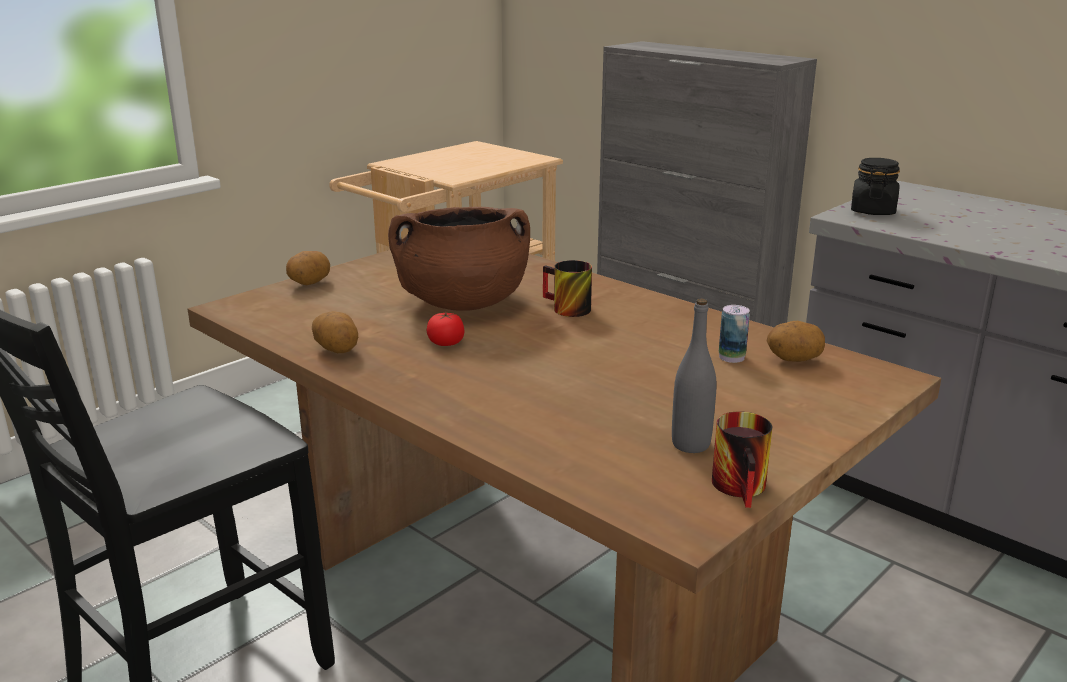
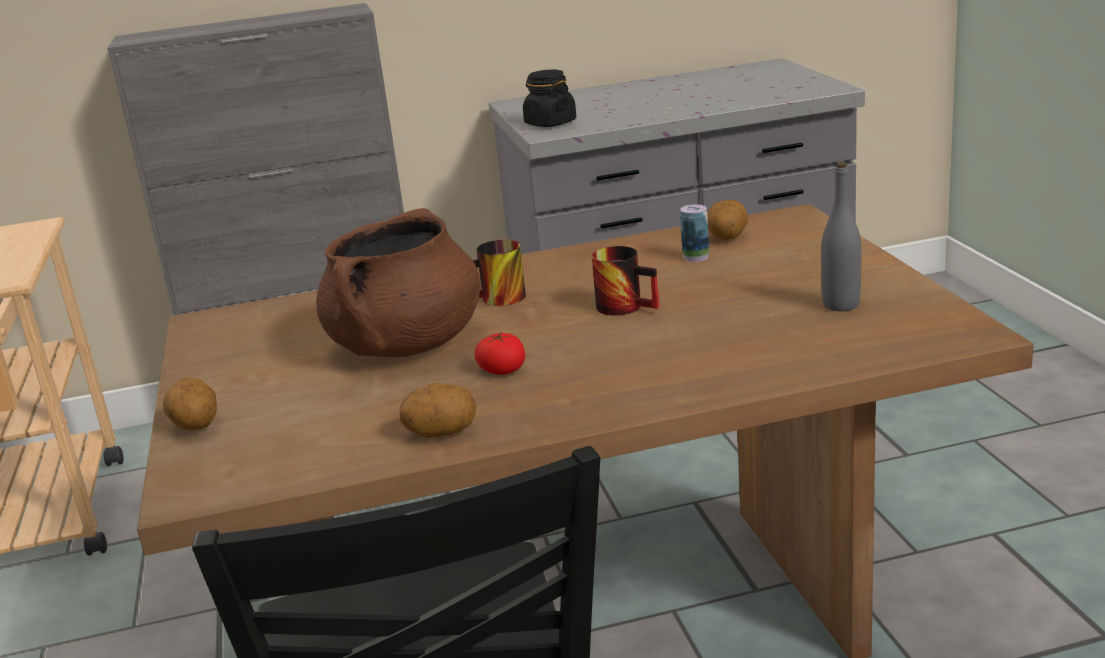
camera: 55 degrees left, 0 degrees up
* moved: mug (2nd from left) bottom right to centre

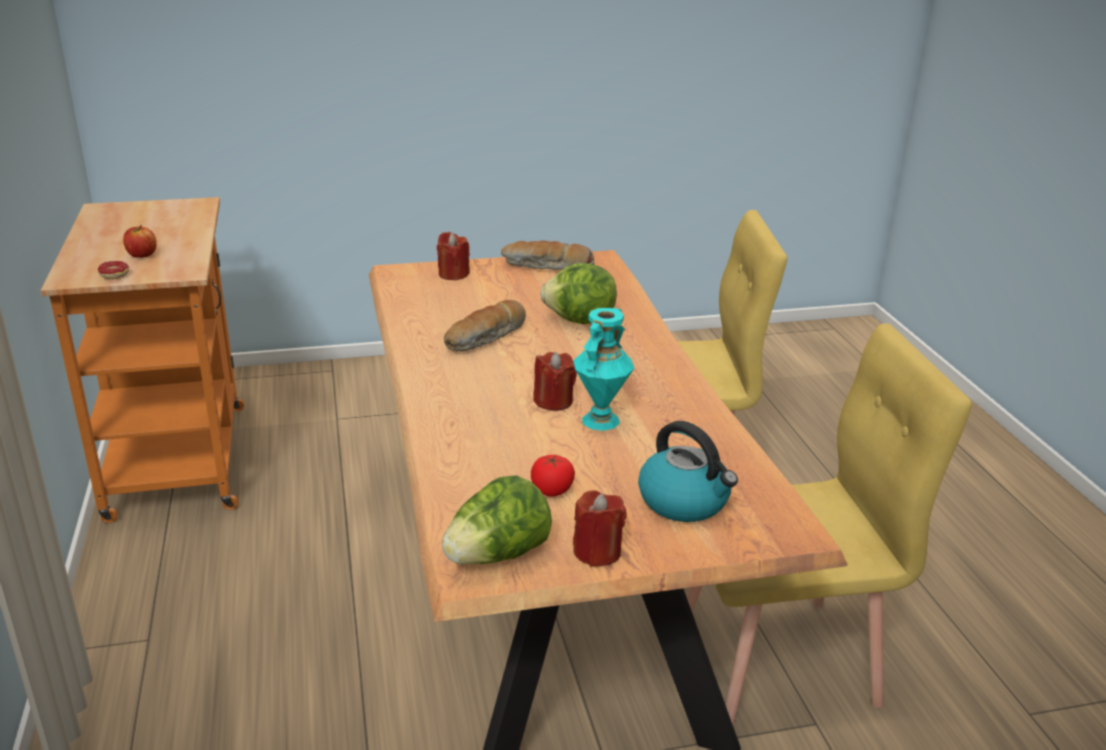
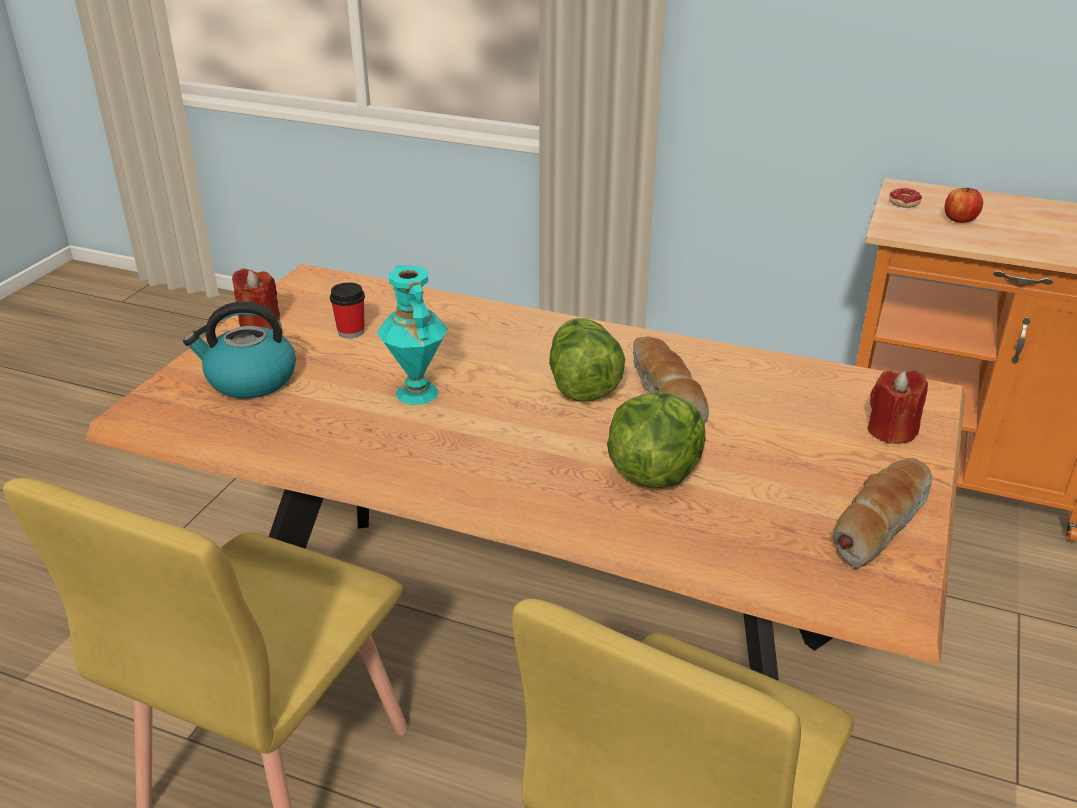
camera: 125 degrees right, 5 degrees up
* removed: bougie/rouge (2nd from left) centre
* replaced: tomate centre to tasse middle left
* moved: laitue (1st from left) bottom centre to centre

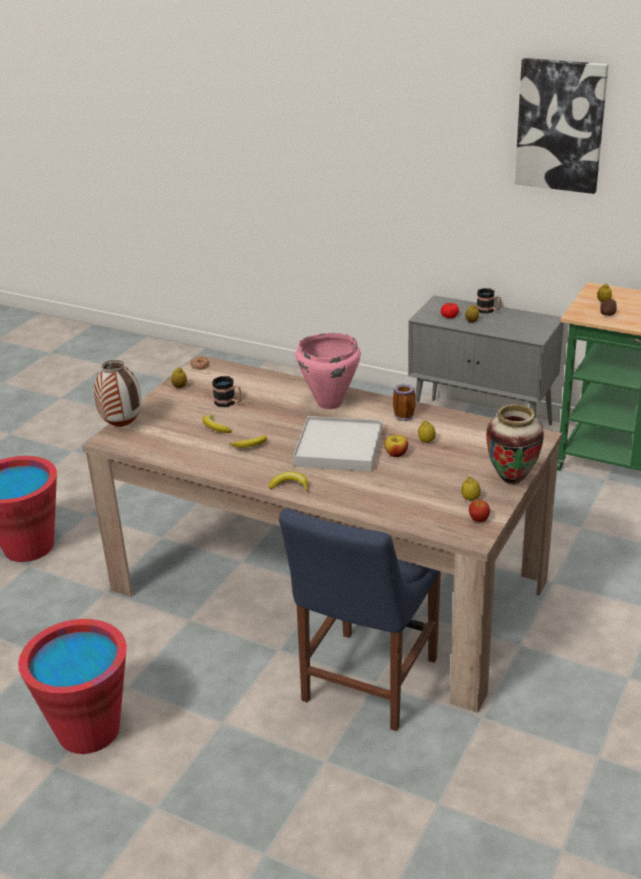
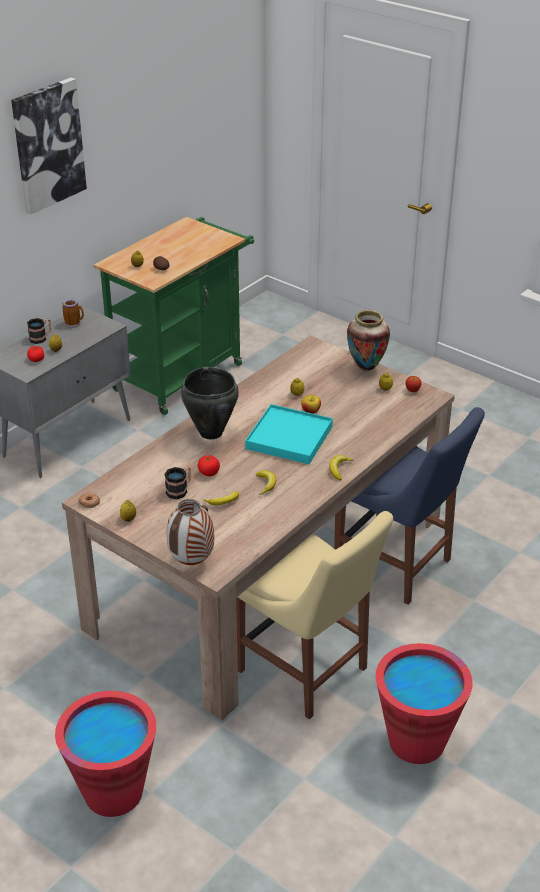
camera: 80 degrees left, 5 degrees up
* recoloured: marmite/rose centre to marmite/noir centre
* moved: mug (2nd from left) centre to middle left
* recoloured: plateau/blanc centre to plateau/turquoise centre
* added: tomate (2nd from left) centre
* added: chaise/beige bottom centre

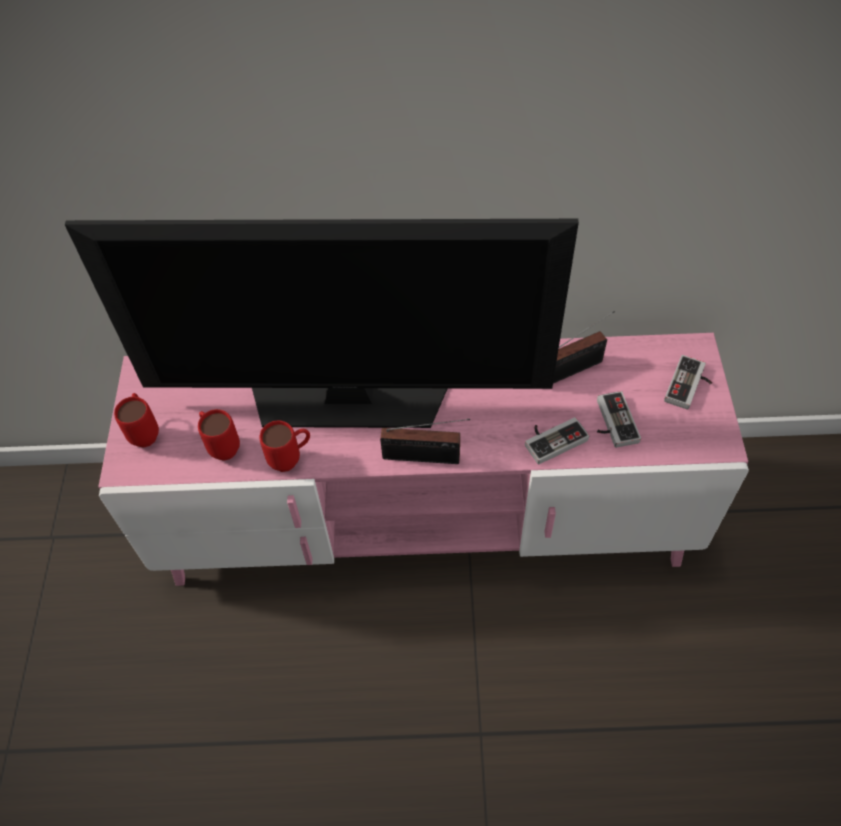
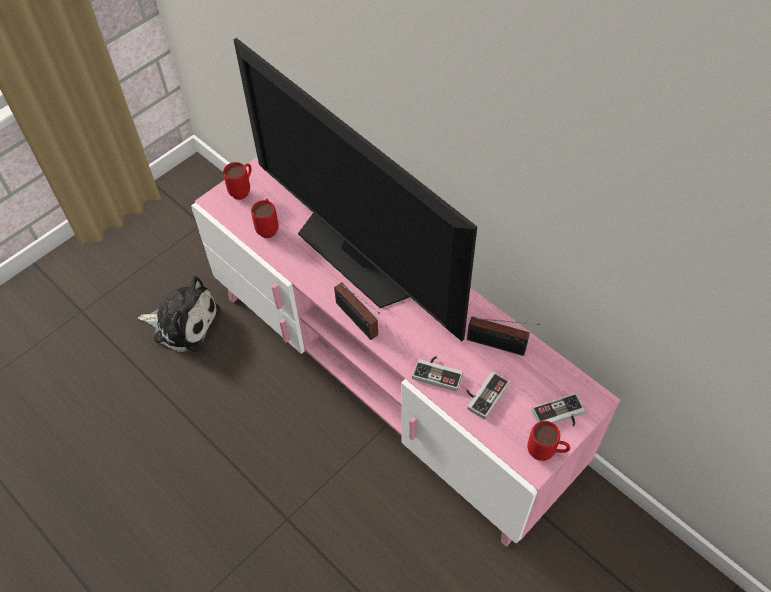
camera: 45 degrees right, 0 degrees up
* moved: mug/rouge (3rd from left) centre to bottom right
* added: peluche middle left

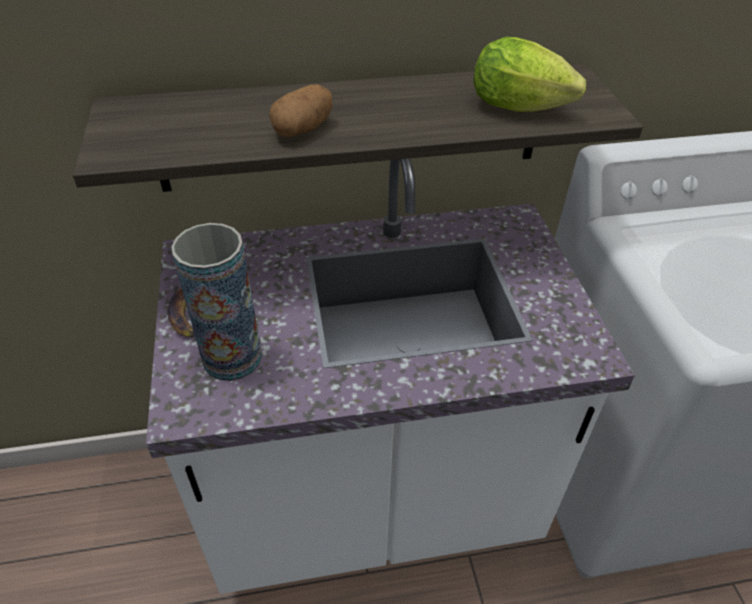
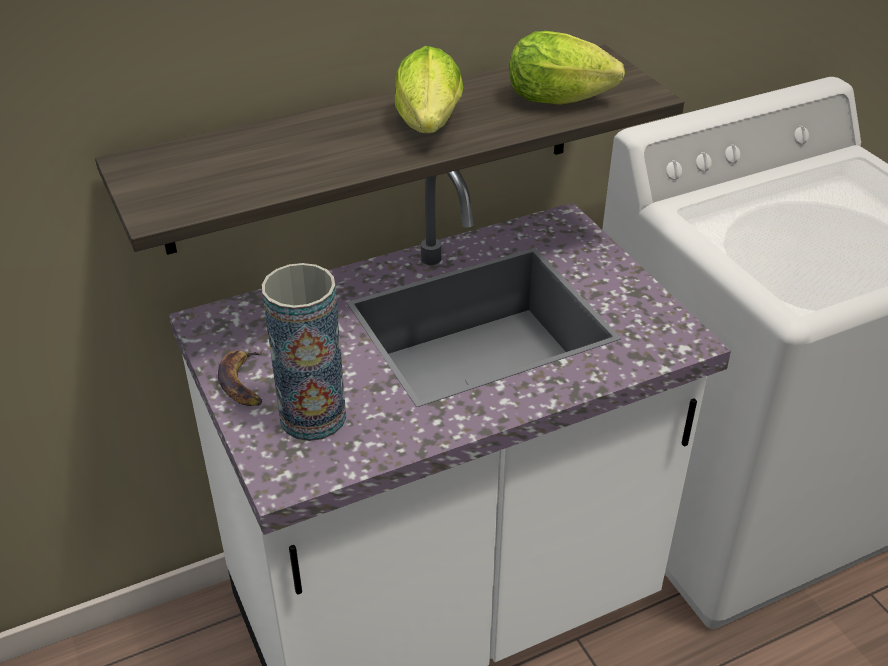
camera: 15 degrees left, 5 degrees down
* removed: pomme de terre top centre
* added: laitue (1st from left) top centre

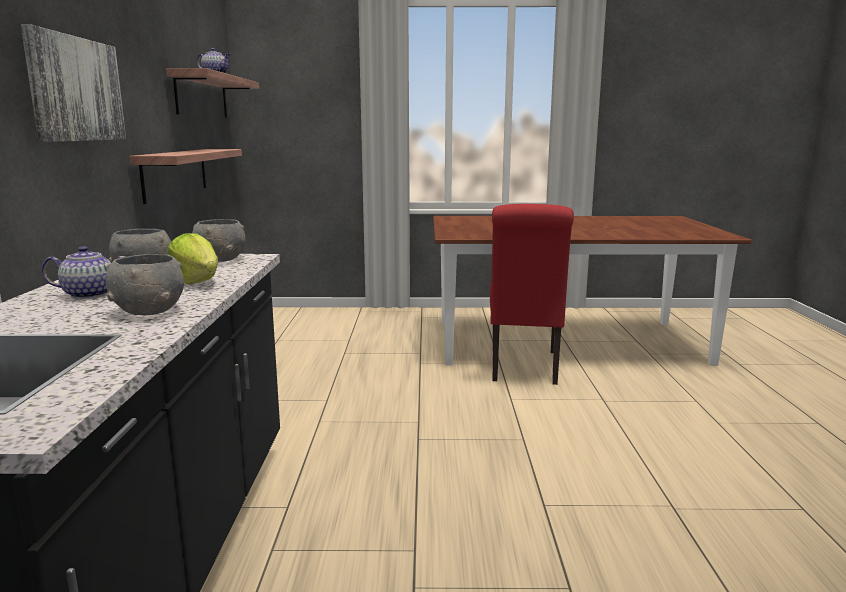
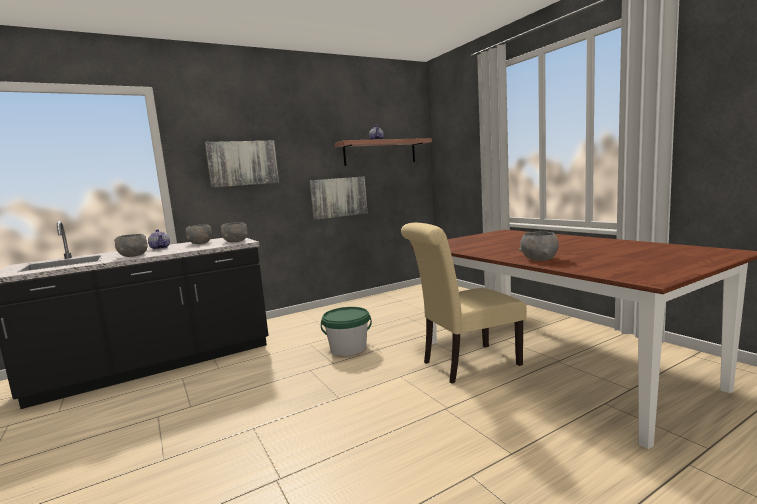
camera: 60 degrees right, 5 degrees down
* replaced: étagère (1st from left) top left to tableau (2nd from left) centre
* recoloured: chaise/rouge centre to chaise/beige centre
* removed: laitue middle left
* added: bol/gris (4th from left) middle right
* added: seau/vert centre

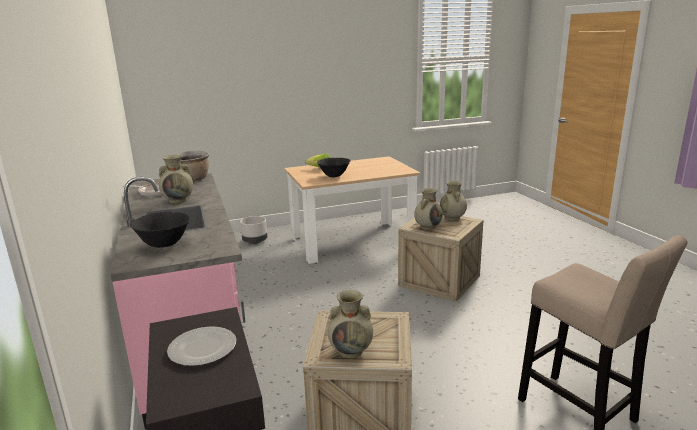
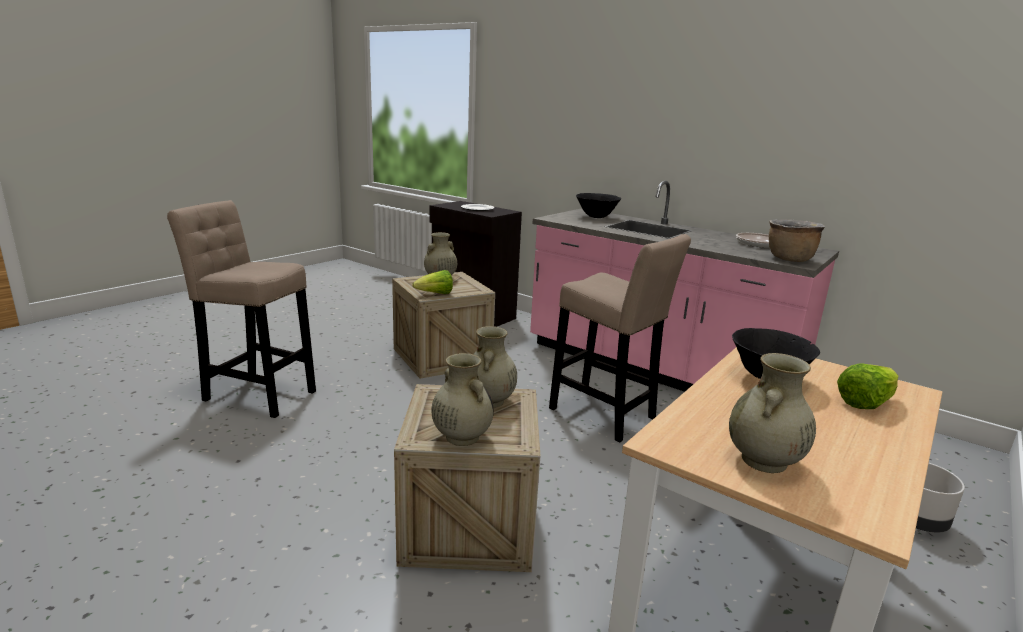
camera: 145 degrees right, 0 degrees up
* moved: vase/beige (1st from left in the first image) middle left to vase/beige (4th from left) middle right
* added: tabouret/beige (2nd from left) centre
* added: laitue (1st from left) centre

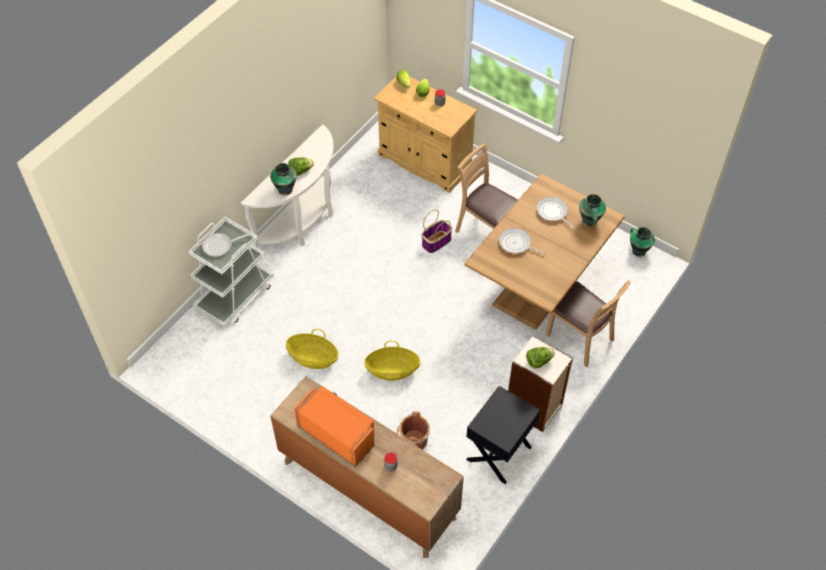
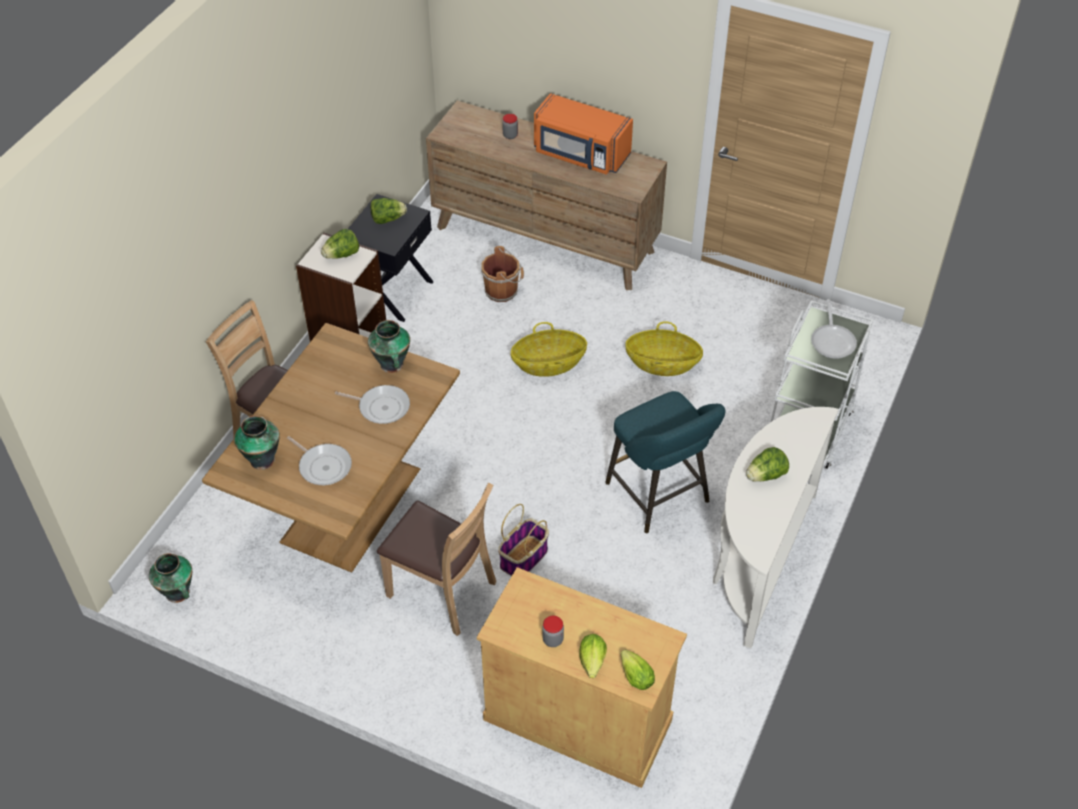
camera: 170 degrees right, 5 degrees down
* moved: vase (1st from left in the first image) top centre to vase (3rd from left) centre
* turned: poêle (1st from left in the first image) middle left = middle right 120 degrees clockwise
* added: laitue (2nd from left) top centre
* added: tabouret/turquoise centre

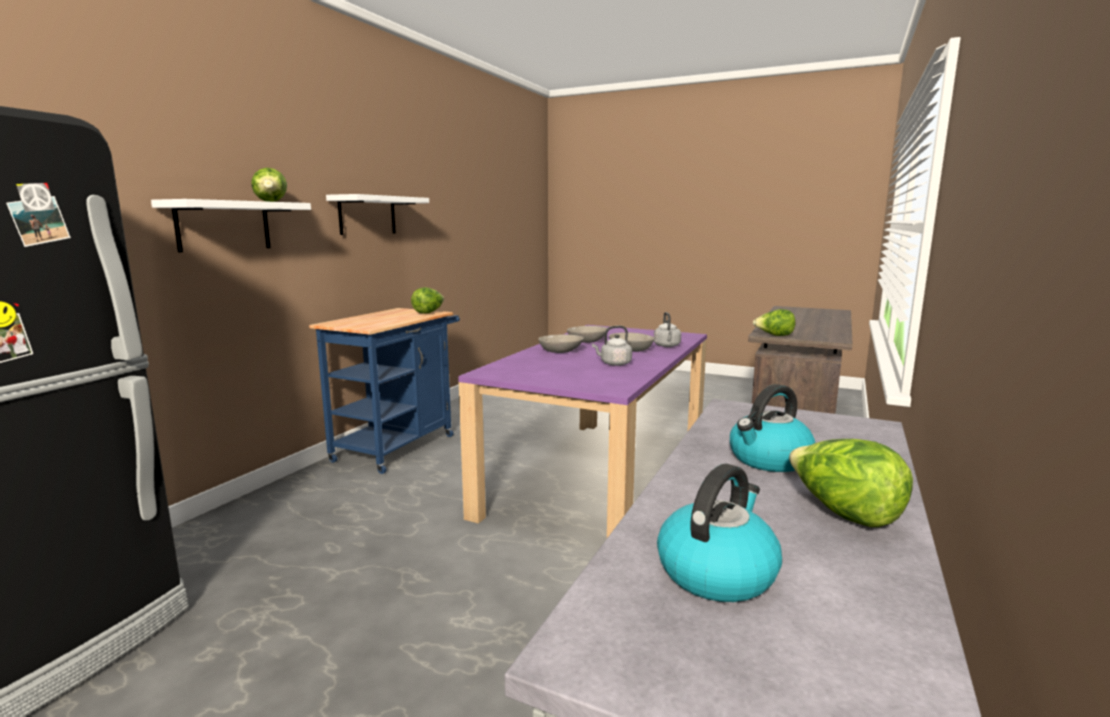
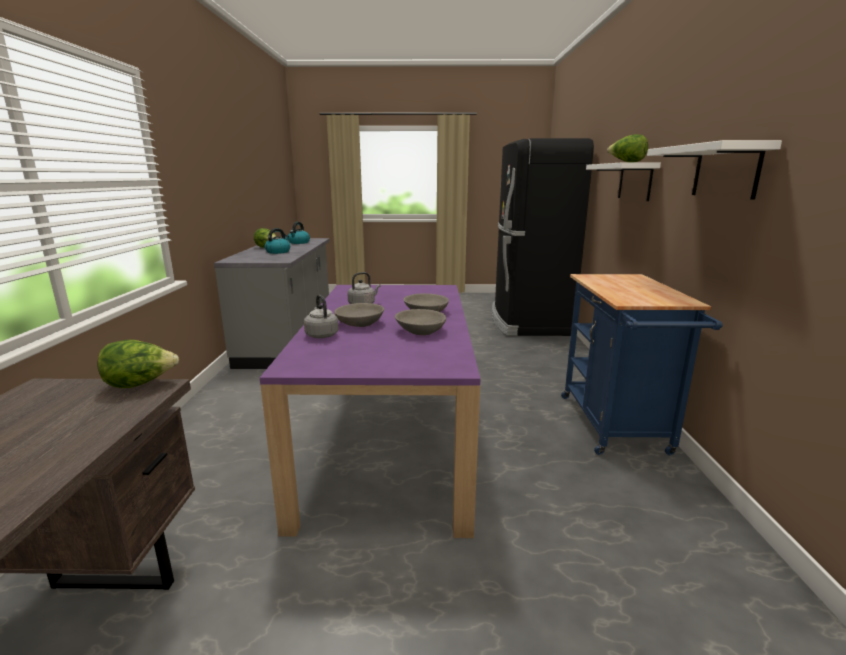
camera: 155 degrees right, 5 degrees up
* removed: laitue (2nd from left) centre

